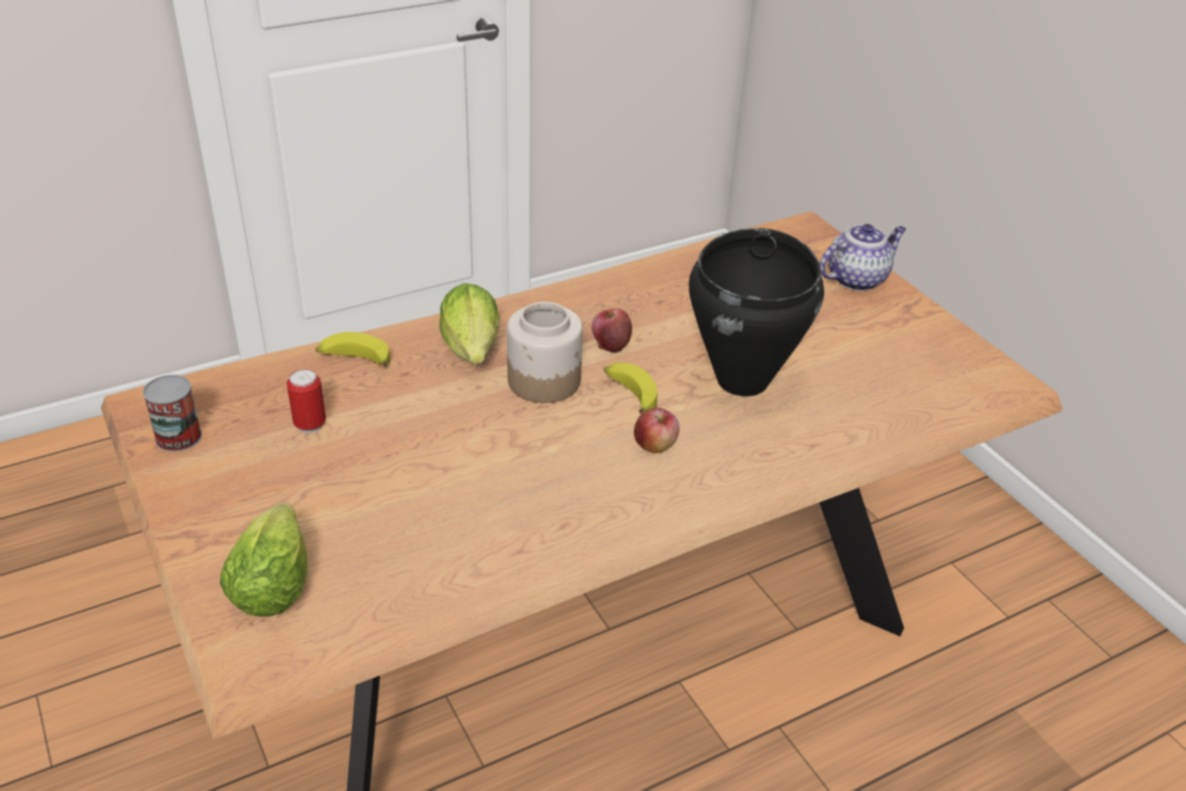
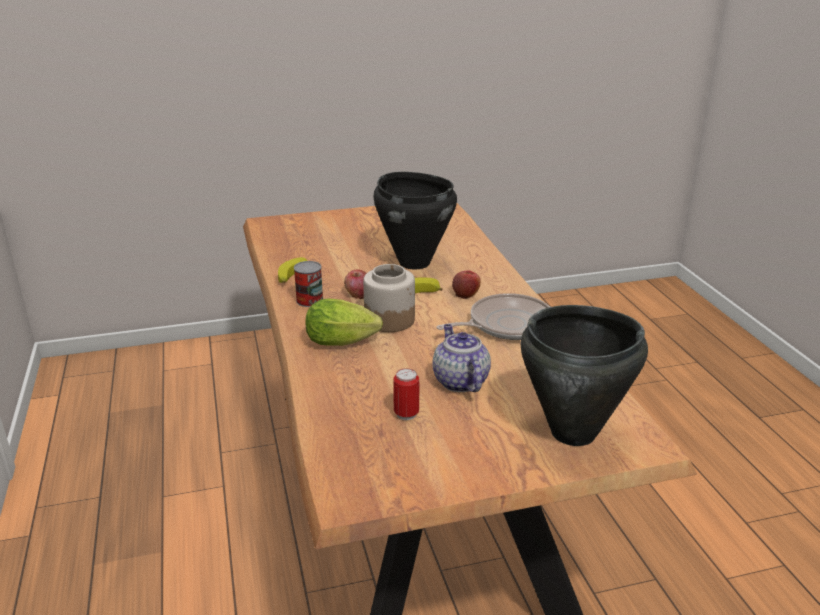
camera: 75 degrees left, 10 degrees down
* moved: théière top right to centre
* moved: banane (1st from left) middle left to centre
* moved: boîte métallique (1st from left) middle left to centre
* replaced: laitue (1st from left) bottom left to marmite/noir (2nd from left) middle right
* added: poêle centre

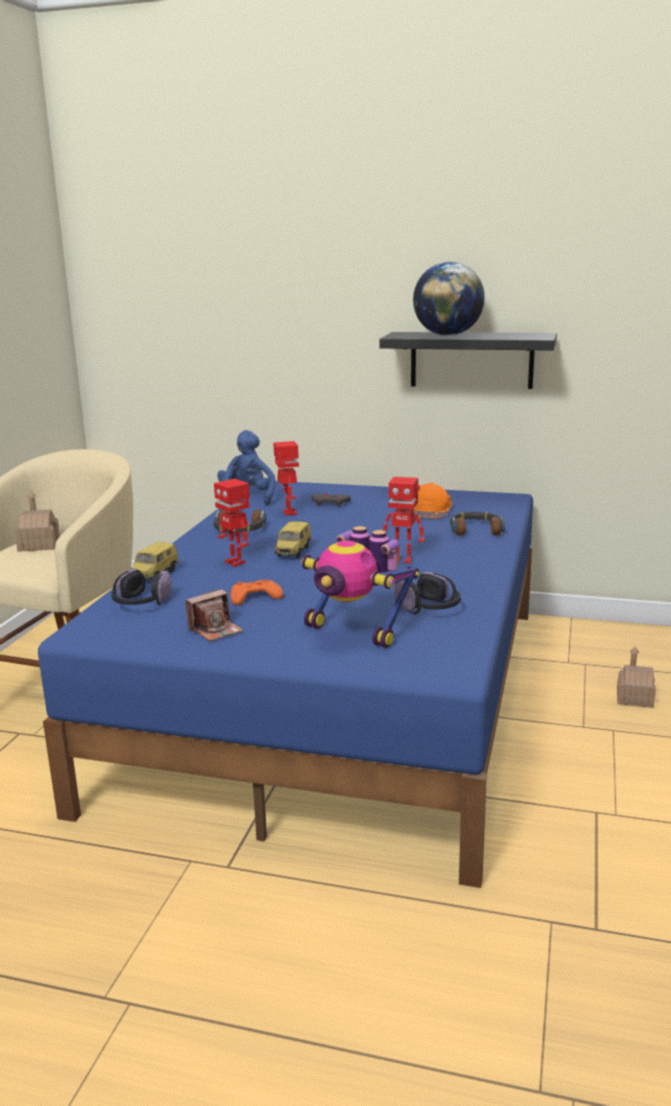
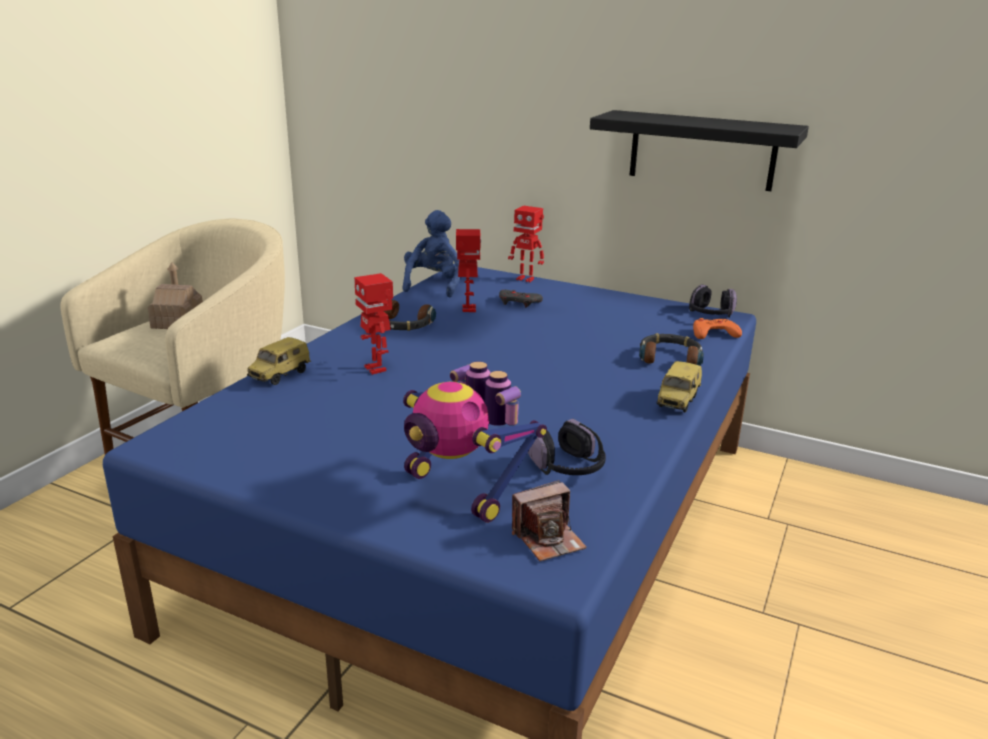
camera: 10 degrees right, 5 degrees up
* removed: globe top right
* moved: robot jouet (4th from left) centre to top centre
* removed: casquette/orange centre
* moved: petite voiture (2nd from left) centre to middle right
* moved: casque audio (1st from left in the first image) middle left to casque audio (4th from left) middle right
* moved: manette/orange centre to middle right
* moved: appareil photo middle left to bottom centre
* removed: maison miniature (2nd from left) middle right

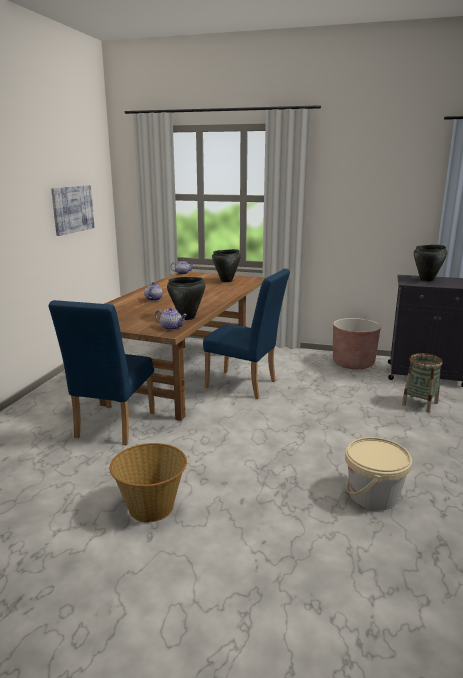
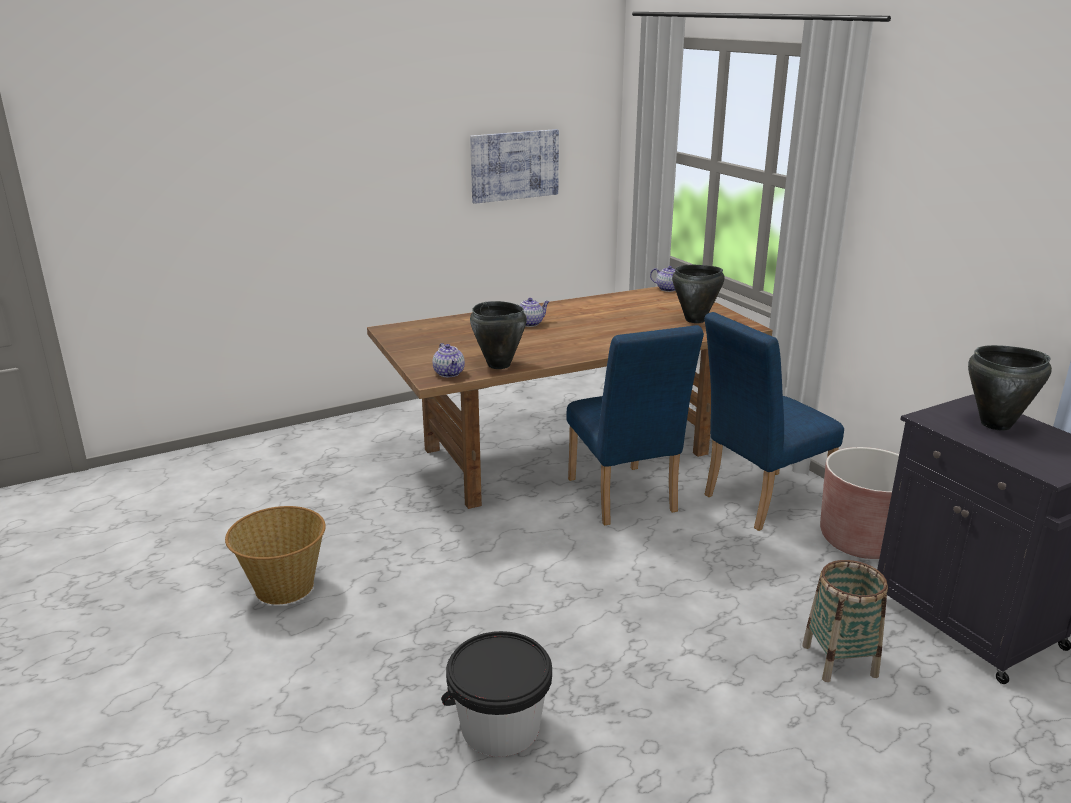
camera: 45 degrees right, 5 degrees up
* moved: chaise/bleu (1st from left in the first image) middle left to chaise/bleu (2nd from left) middle right
* recoloured: seau/beige bottom right to seau/noir bottom centre

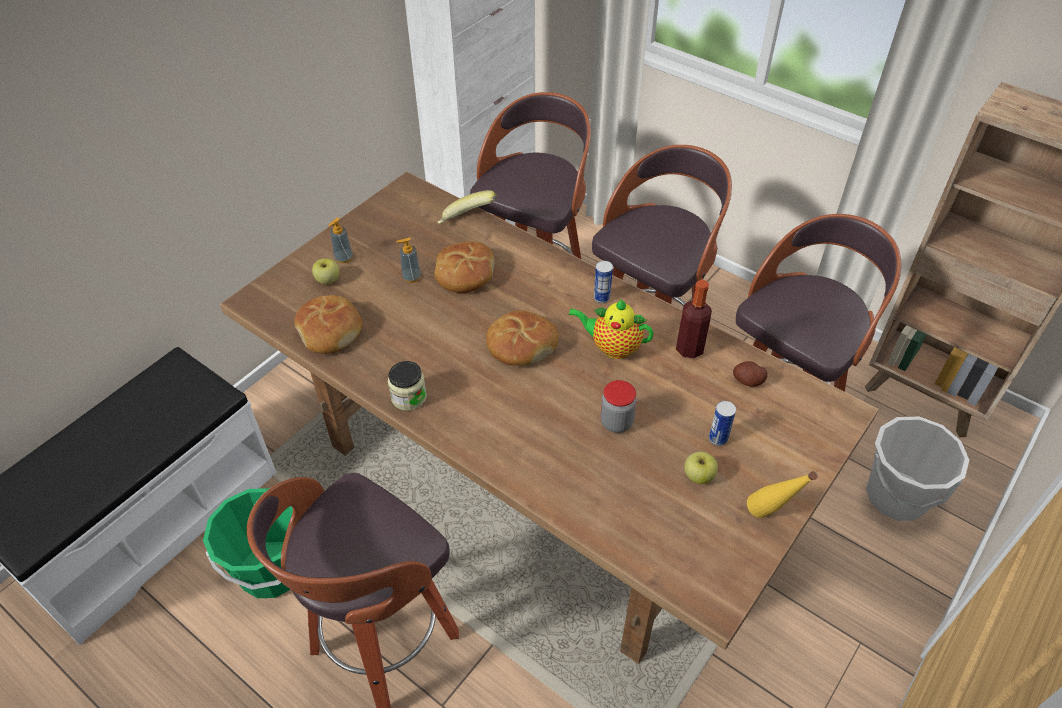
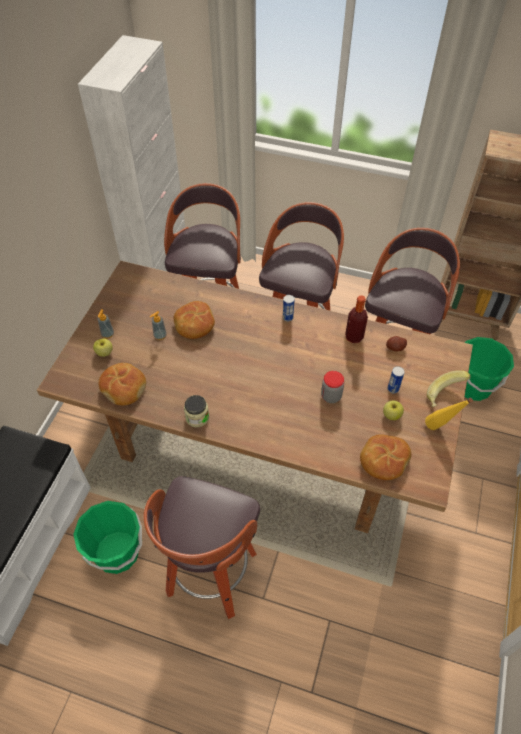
camera: 20 degrees left, 5 degrees up
* moved: banane top centre to middle right
* removed: théière centre
* moved: pain (3rd from left) centre to middle right
* recoloured: seau/blanc middle right to seau/vert (2nd from left) middle right

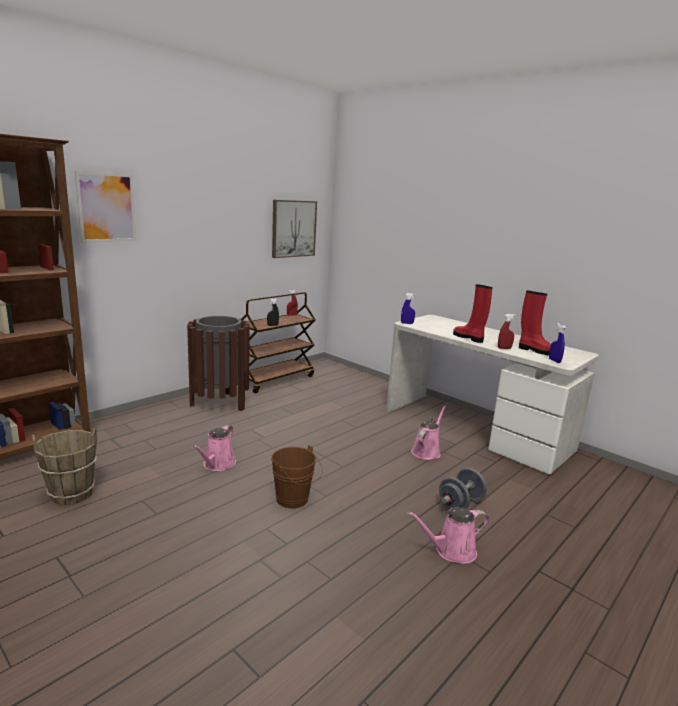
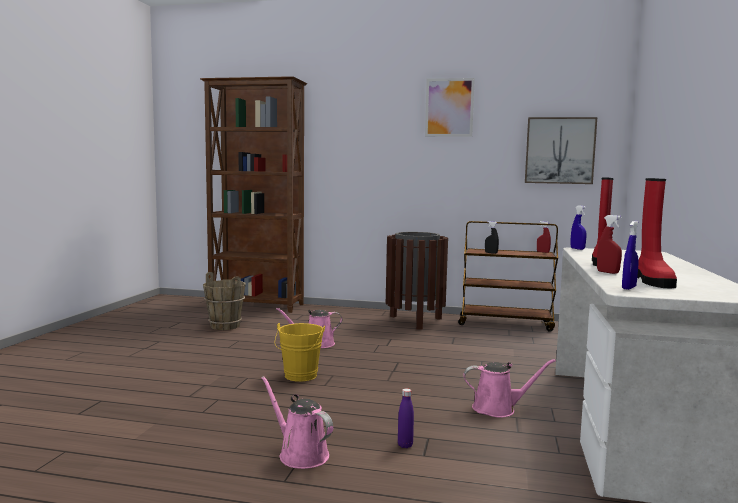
camera: 60 degrees right, 10 degrees down
* moved: tableau (1st from left) top left to top centre
* recoloured: seau/marron (2nd from left) bottom centre to seau/jaune bottom centre
* replaced: haltère/gris bottom right to bouteille/violet bottom centre

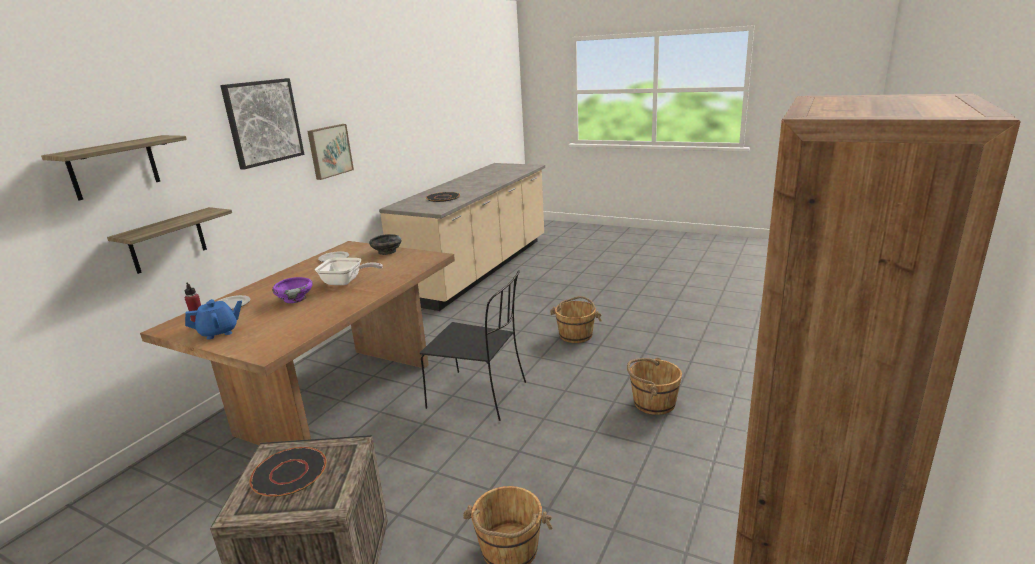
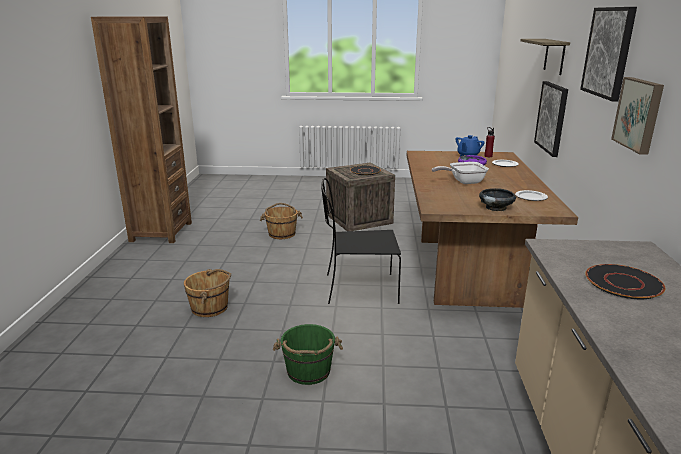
camera: 155 degrees right, 0 degrees up
* replaced: étagère (2nd from left) middle left to tableau (1st from left) top right
* recoloured: seau/marron (2nd from left) centre to seau/vert bottom centre

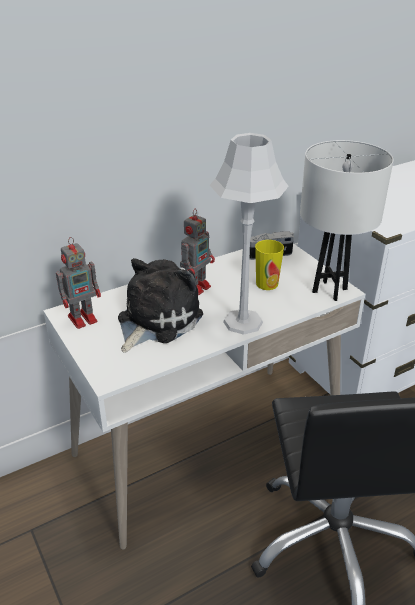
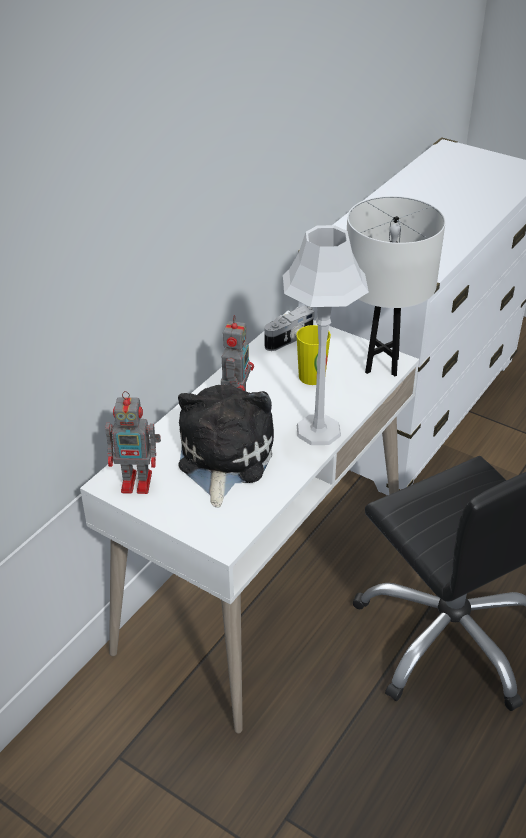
camera: 25 degrees left, 5 degrees up
* turned: robot jouet (1st from left) middle left = middle left 60 degrees clockwise

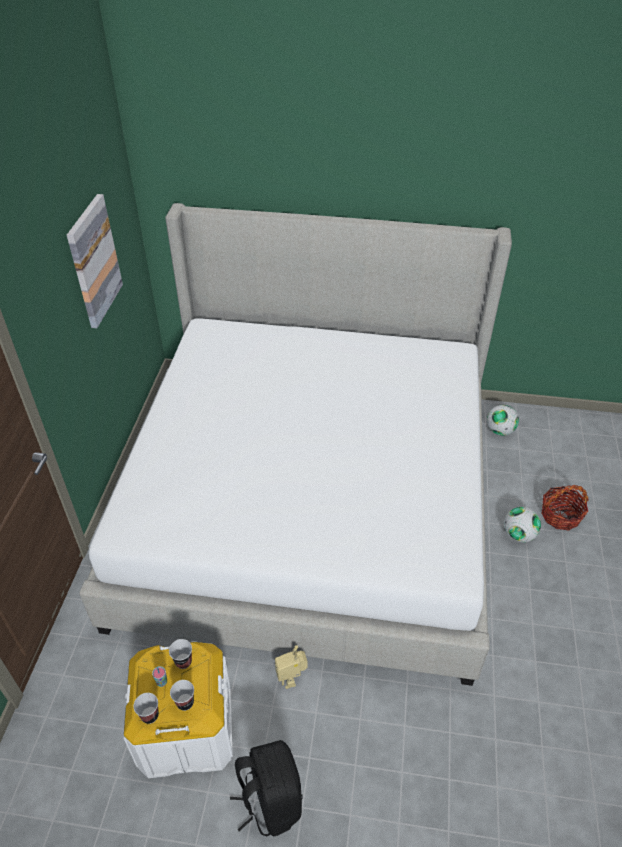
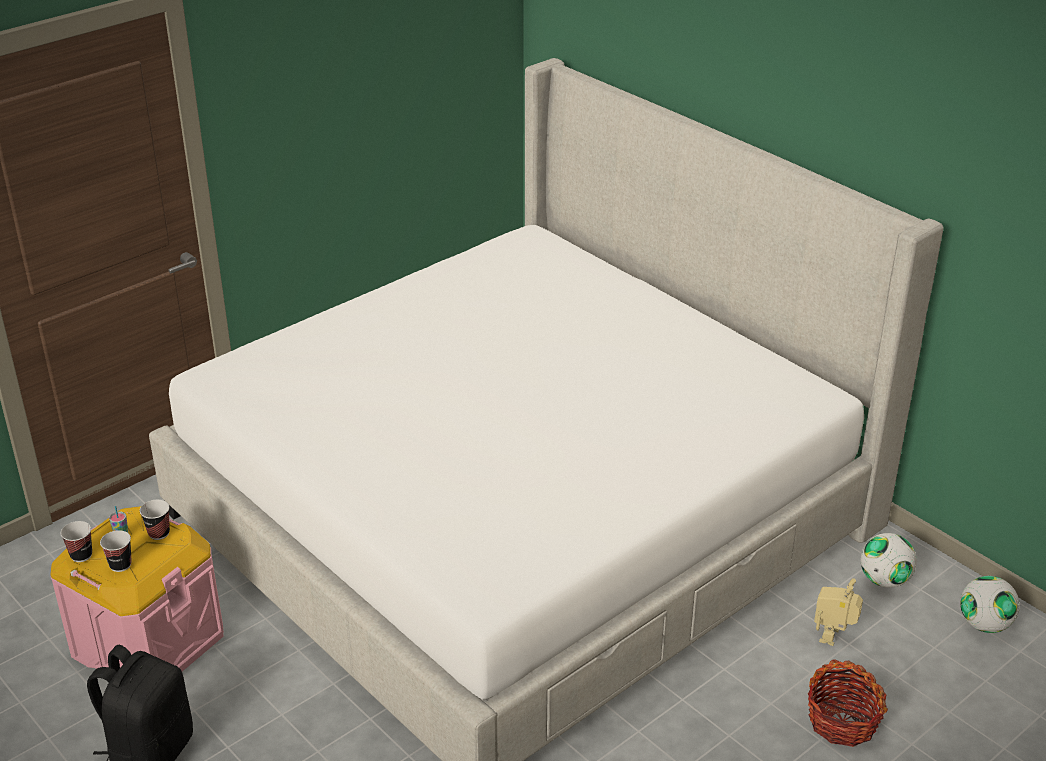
camera: 40 degrees right, 10 degrees down
* removed: tableau top left
* moved: ballon de foot (2nd from left) middle right to bottom right
* recoloured: boîte de rangement/blanc bottom left to boîte de rangement/rose bottom left
* moved: robot jouet bottom centre to bottom right

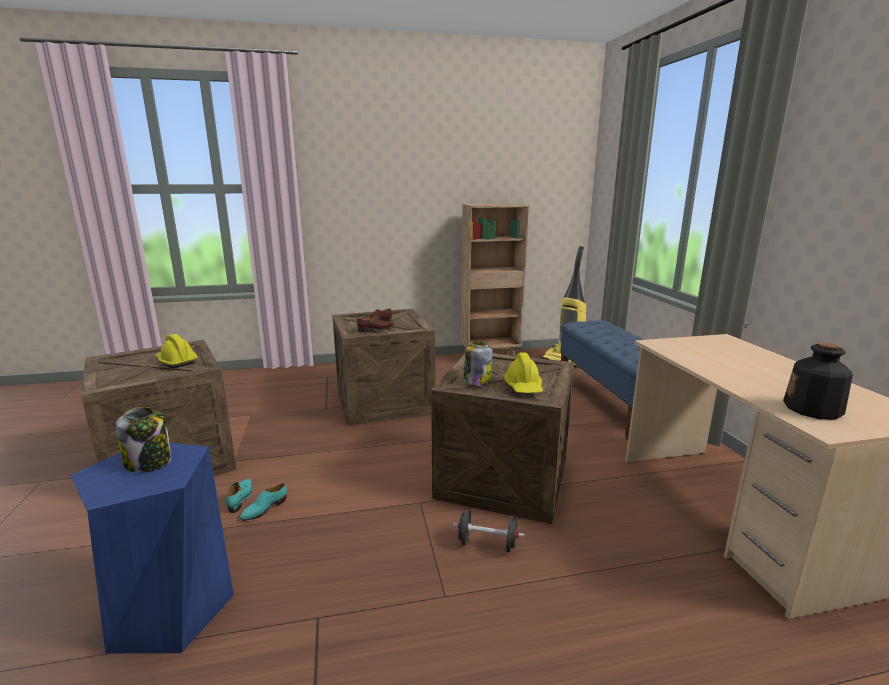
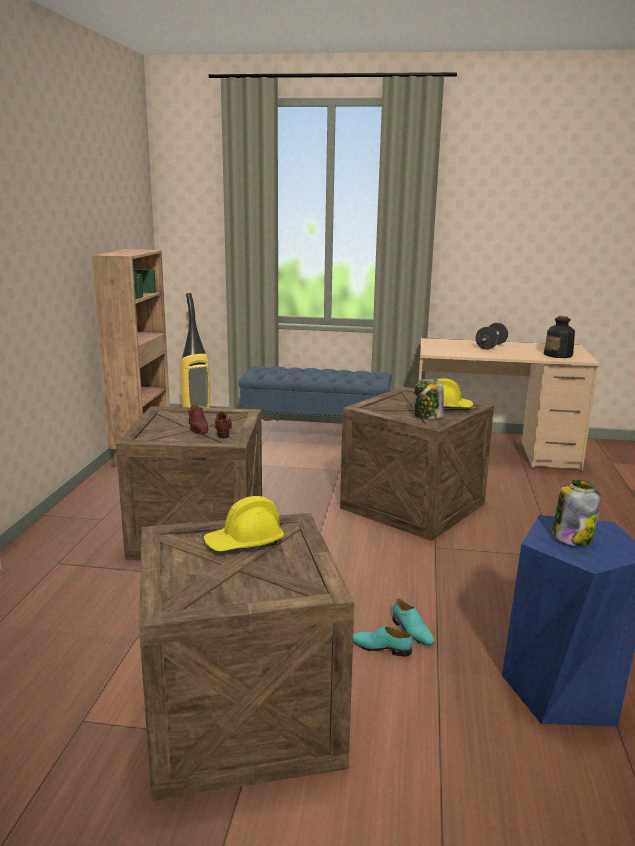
camera: 70 degrees left, 0 degrees up
* moved: haltère/noir bottom centre to middle right

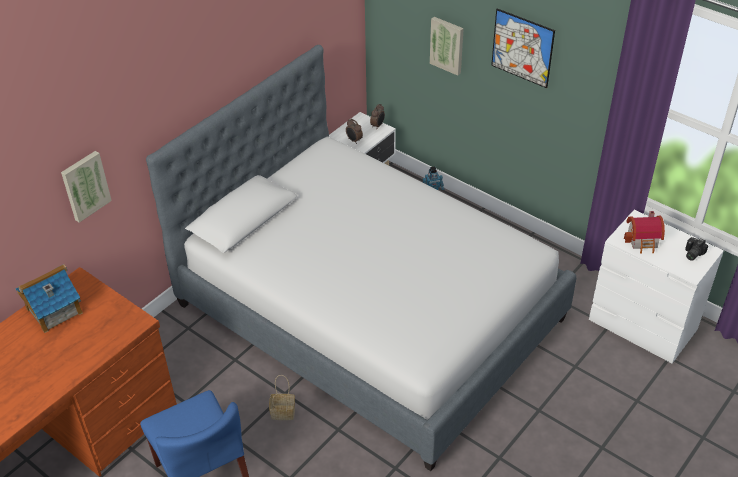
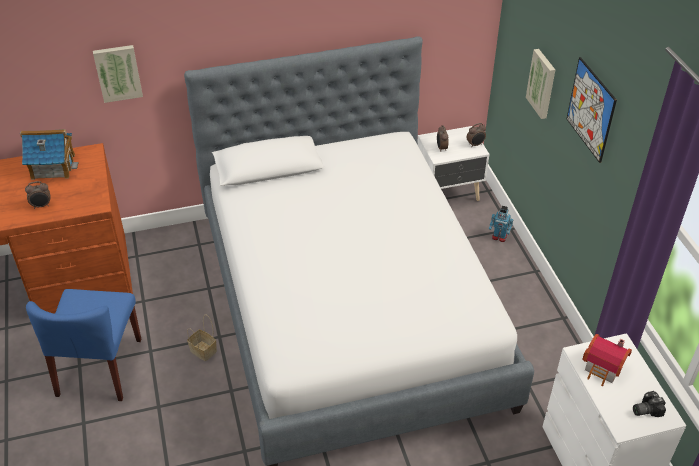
camera: 35 degrees right, 0 degrees up
* added: réveil (1st from left) middle left

